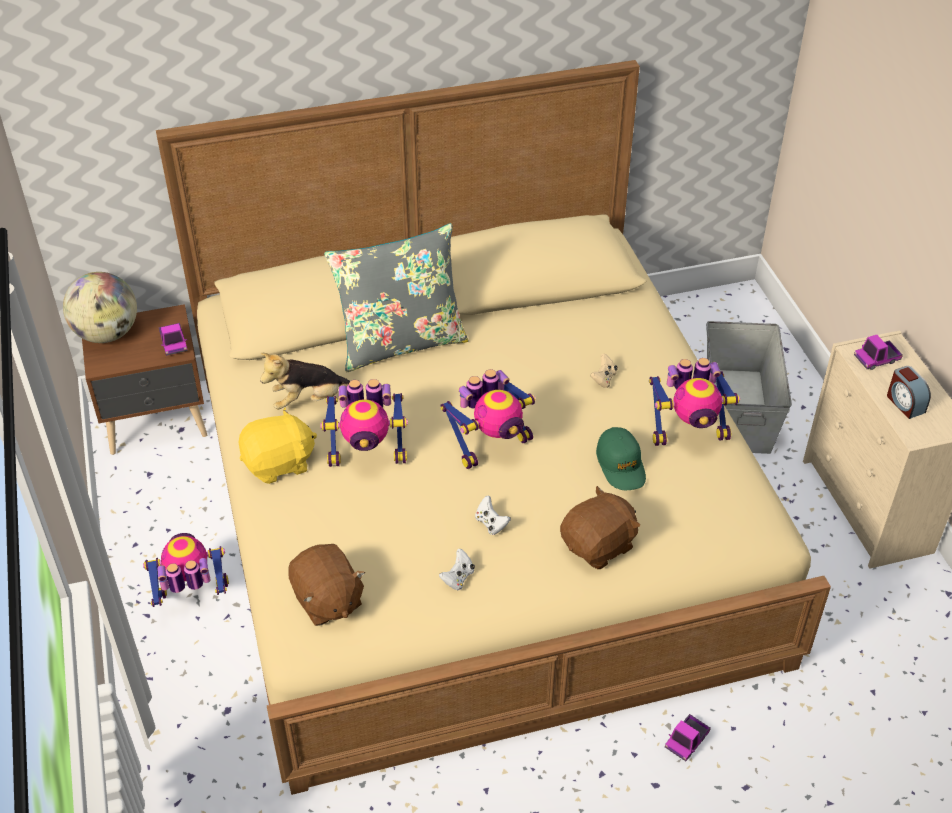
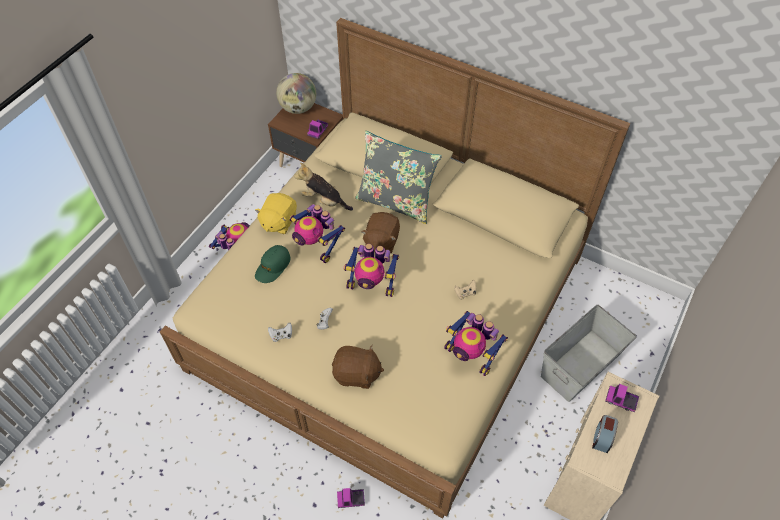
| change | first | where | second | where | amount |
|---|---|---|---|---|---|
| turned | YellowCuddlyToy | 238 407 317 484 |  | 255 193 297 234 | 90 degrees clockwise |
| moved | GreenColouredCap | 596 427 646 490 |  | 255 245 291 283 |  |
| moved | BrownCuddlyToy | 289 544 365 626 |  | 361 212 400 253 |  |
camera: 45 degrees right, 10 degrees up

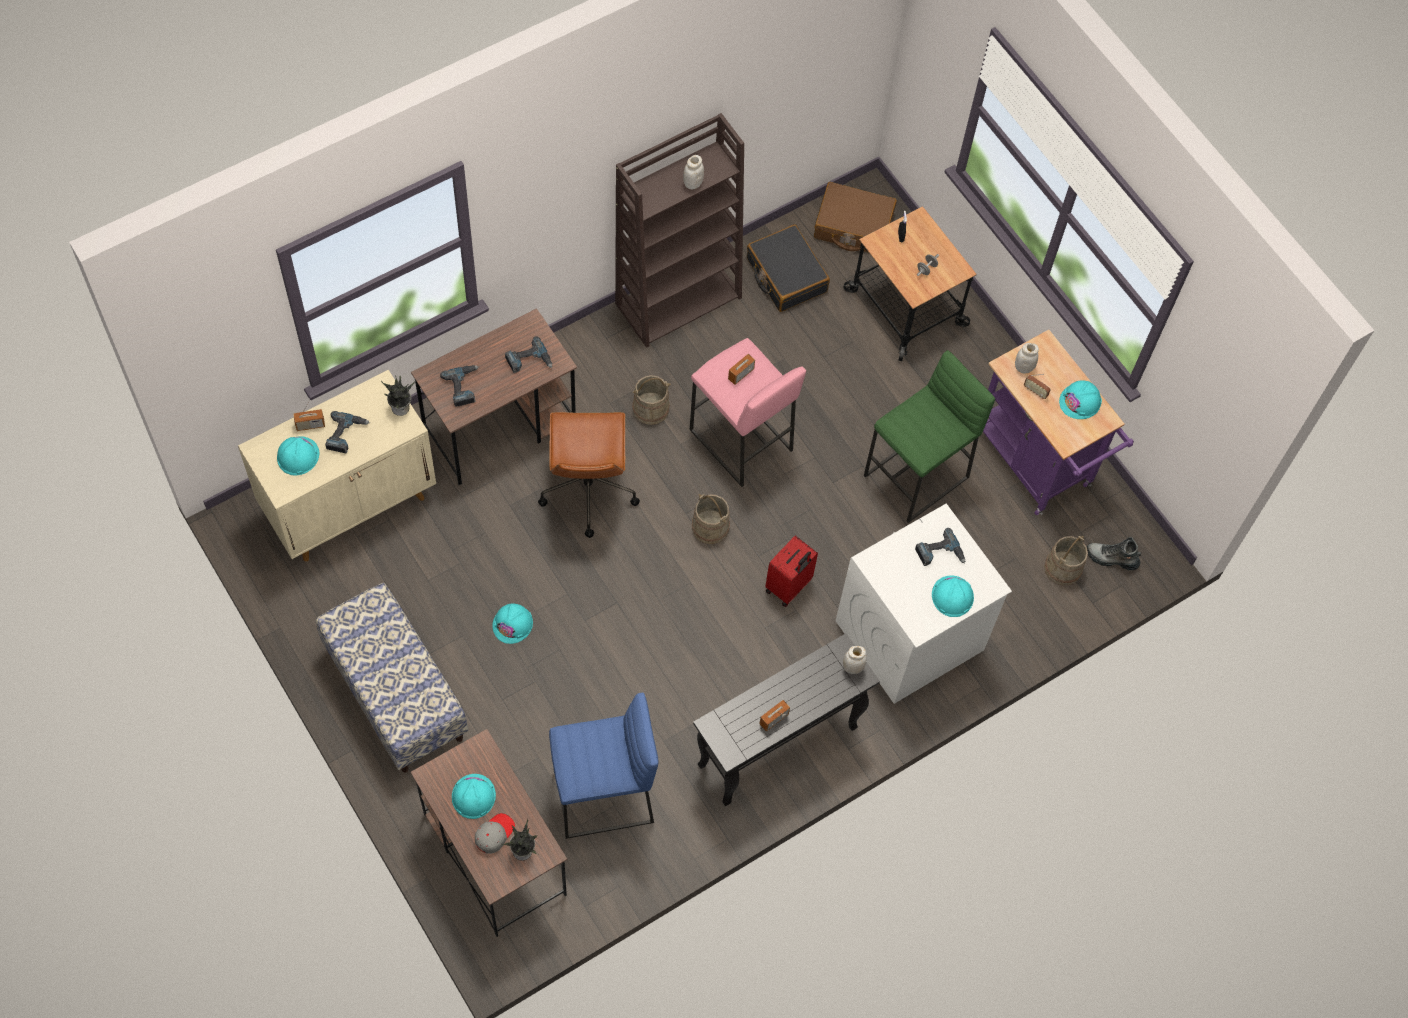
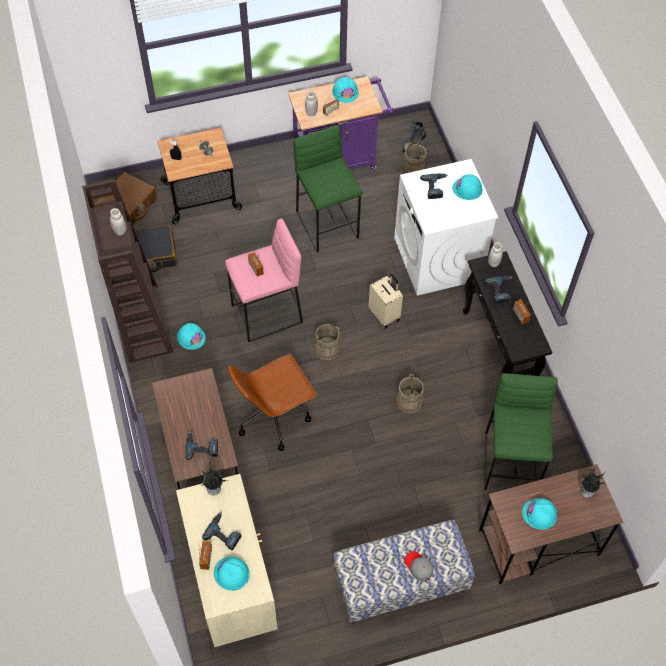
| change | first | where | second | where | amount |
|---|---|---|---|---|---|
| moved | TurquoiseSafetyHelmet | 492 604 533 644 |  | 177 323 206 350 |  |
| turned | BrownDeskChair | 538 412 640 538 |  | 228 354 317 451 | 135 degrees clockwise |
| recoloured | ReddishTravelCase | 765 536 818 607 | SandColouredTravelCase | 369 274 403 329 |  |
| moved | SandColouredPail | 632 375 671 425 |  | 396 373 424 413 |  |
| moved | GreyishCap | 475 813 515 854 |  | 404 551 433 581 |  |
| moved | ElectricDrill | 505 336 552 373 |  | 484 276 512 304 |  |
| recoloured | BluishStoolSeat | 549 693 659 839 | GreenColouredStoolSeat | 484 373 558 490 |  |
camera: 70 degrees left, 5 degrees down

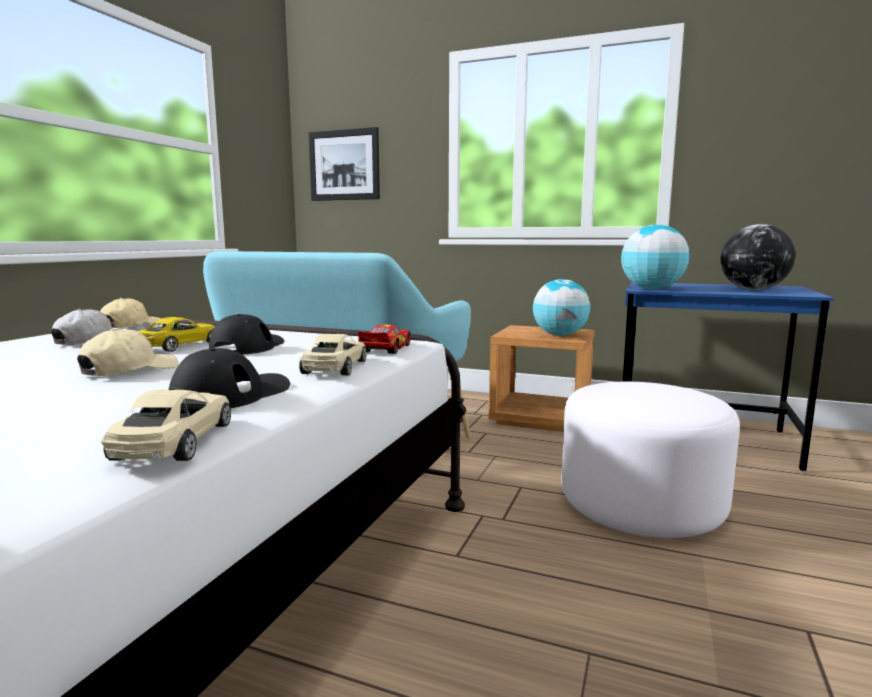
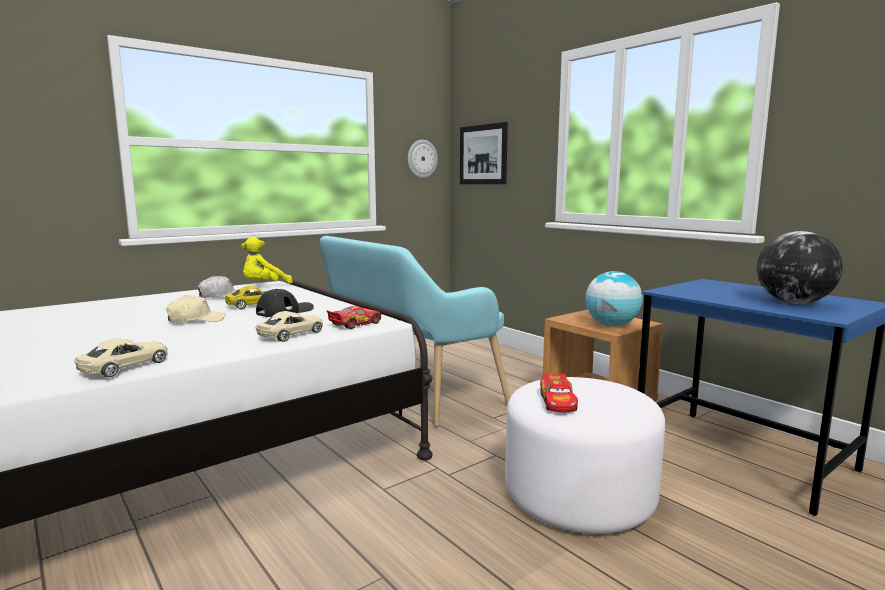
| change | first | where | second | where | amount |
|---|---|---|---|---|---|
| replaced | SandColouredCap | 100 298 162 328 | YellowCuddlyToy | 241 237 293 284 |  |
| added |  |  | ClockOnTheWall | 408 140 438 178 |  |
| added |  |  | ToyCar | 540 373 578 412 |  |
| removed | BlackColouredCap | 168 348 290 408 |  |  |  |
| removed | WorldGlobe | 621 224 689 289 |  |  |  |
camera: 30 degrees right, 0 degrees up

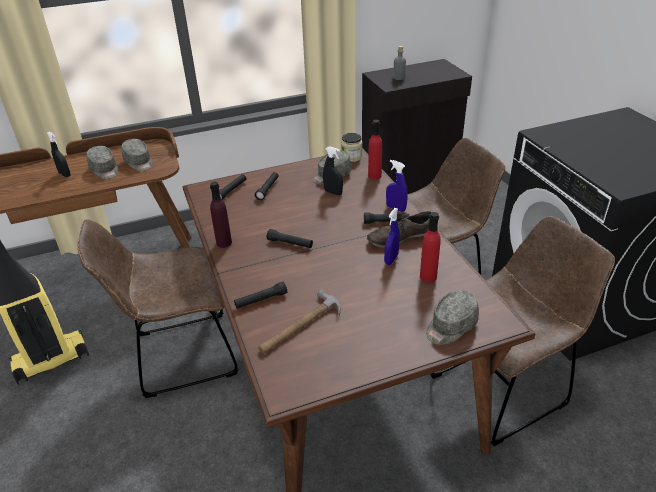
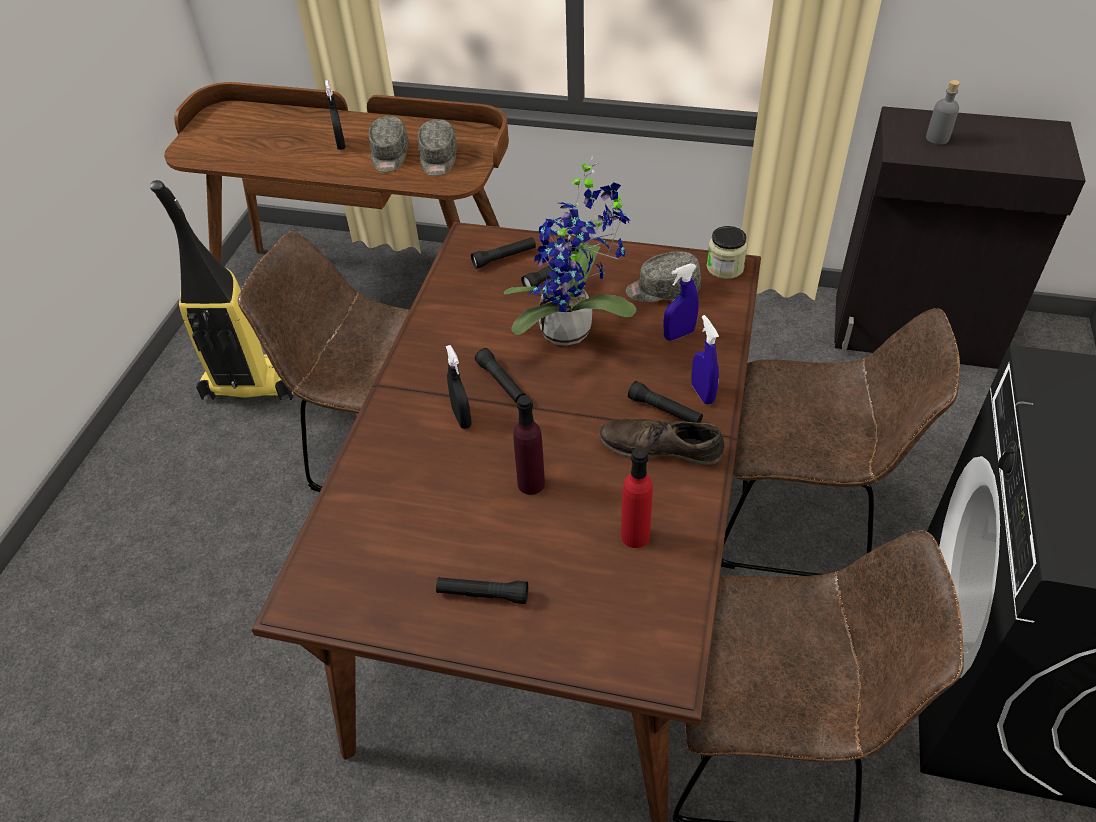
| change | first | where | second | where | amount |
|---|---|---|---|---|---|
| moved | BlackColouredTorch | 234 282 287 309 |  | 436 577 528 604 |  |
| moved | BlackColouredSprayer | 323 146 343 195 |  | 446 345 472 429 |  |
| added |  |  | PlantInAPot | 503 156 636 346 |  |
| moved | PurpleColouredDrinkBottle | 210 182 232 248 |  | 513 395 545 495 |  |
| moved | BluishSprayer | 384 208 400 265 |  | 663 263 699 341 |  |
| removed | HandHammer | 258 290 340 354 |  |  |  |
| removed | ReddishDrinkBottle | 368 120 382 180 |  |  |  |
| removed | GreyishCap | 426 290 479 345 |  |  |  |
camera: 35 degrees right, 10 degrees up

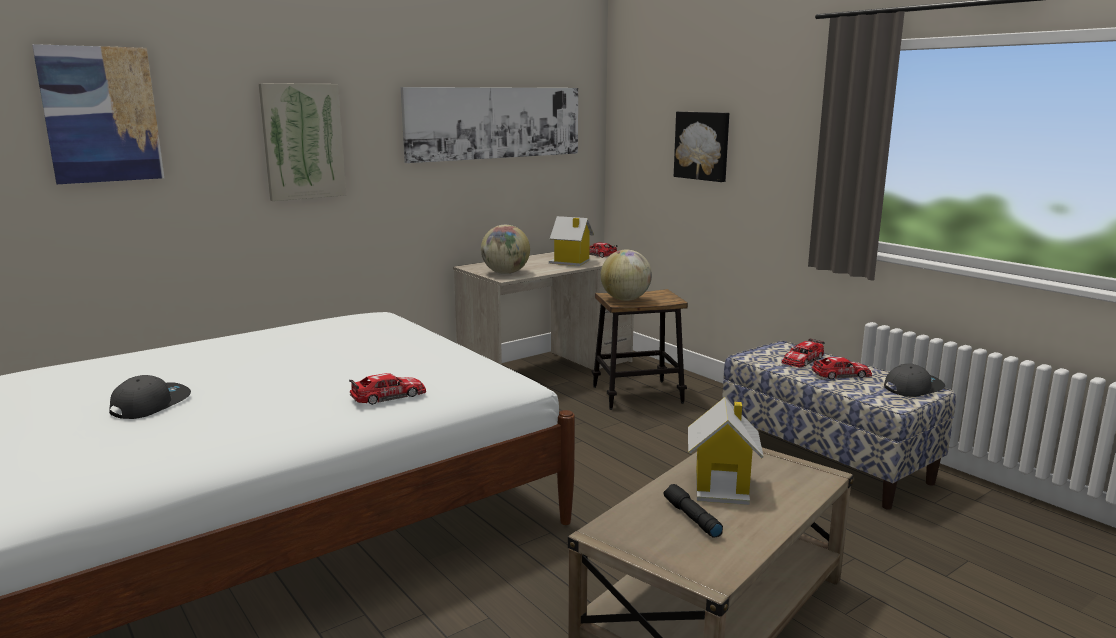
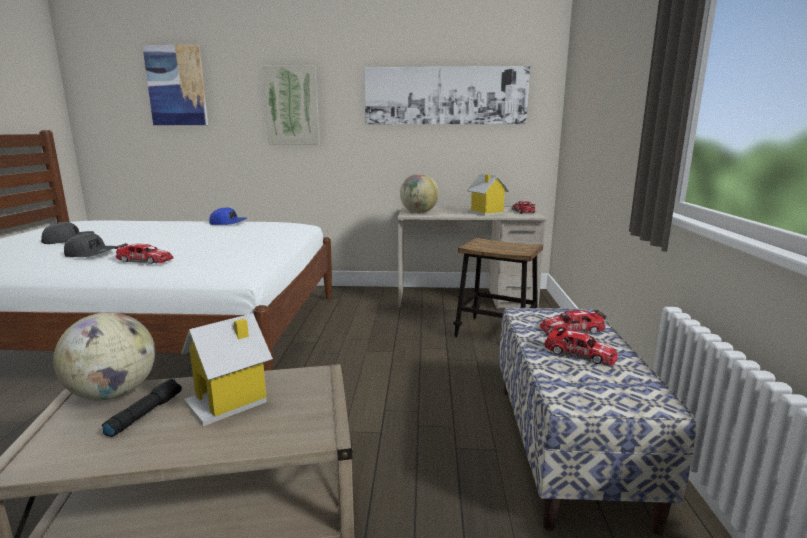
| change | first | where | second | where | amount |
|---|---|---|---|---|---|
| moved | WorldGlobe | 600 249 652 301 |  | 53 312 155 401 |  |
| moved | GreyishCap | 884 364 945 397 |  | 64 233 115 257 |  |
| added |  |  | BluishCap | 209 208 247 225 |  |
| removed | WallPicture | 674 112 729 182 |  |  |  |
camera: 40 degrees right, 0 degrees up

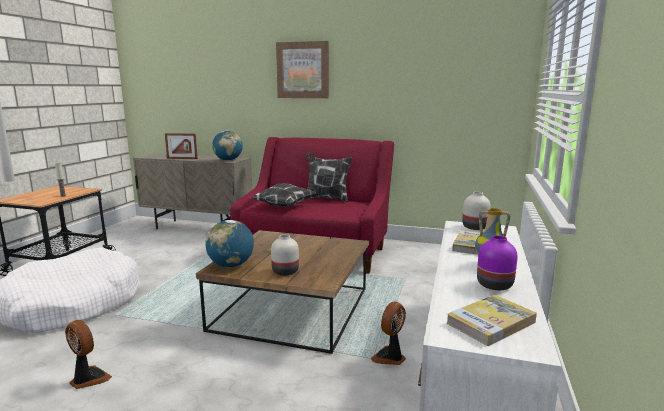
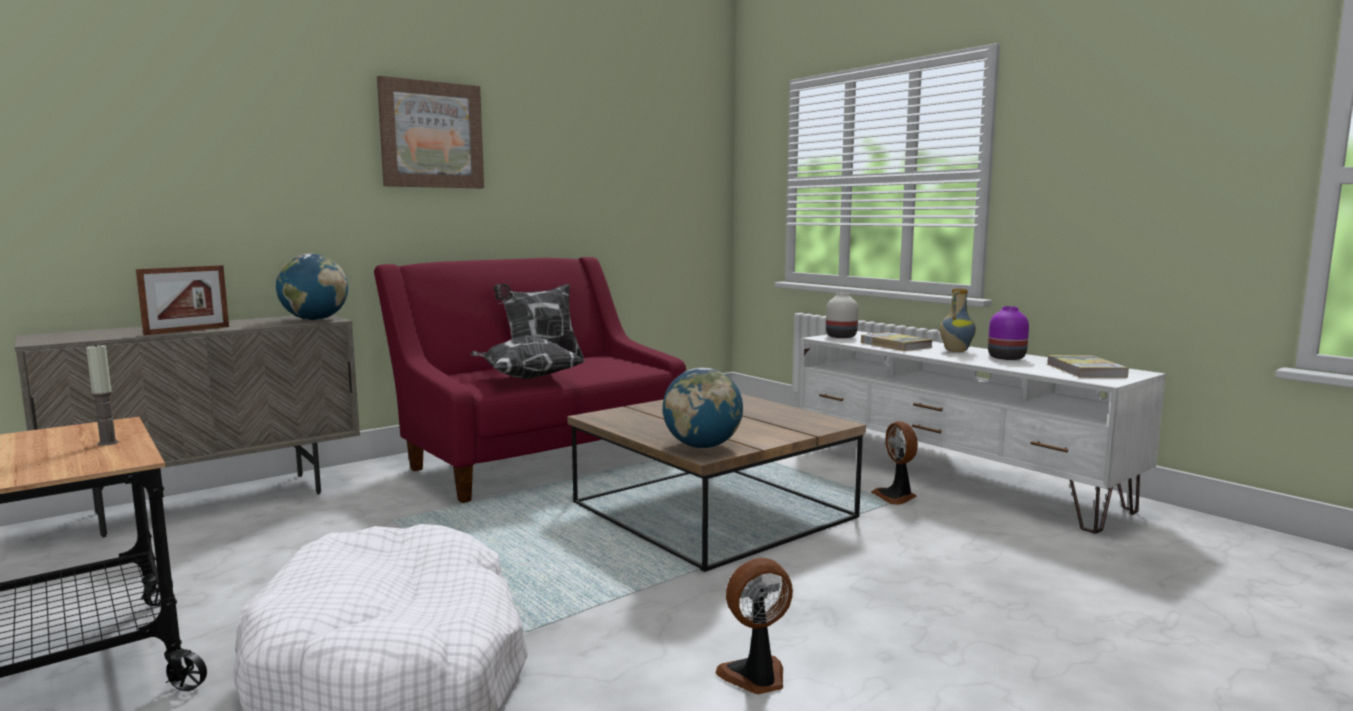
| change | first | where | second | where | amount |
|---|---|---|---|---|---|
| removed | WhiteColouredDecorativeVase | 271 234 299 276 |  |  |  |
camera: 55 degrees left, 5 degrees down

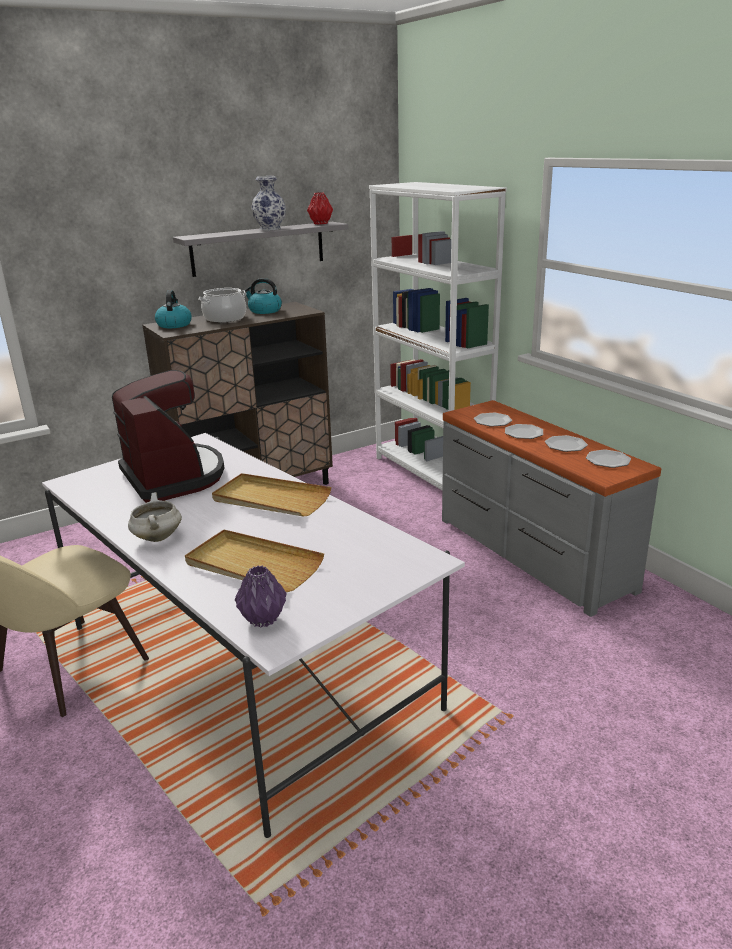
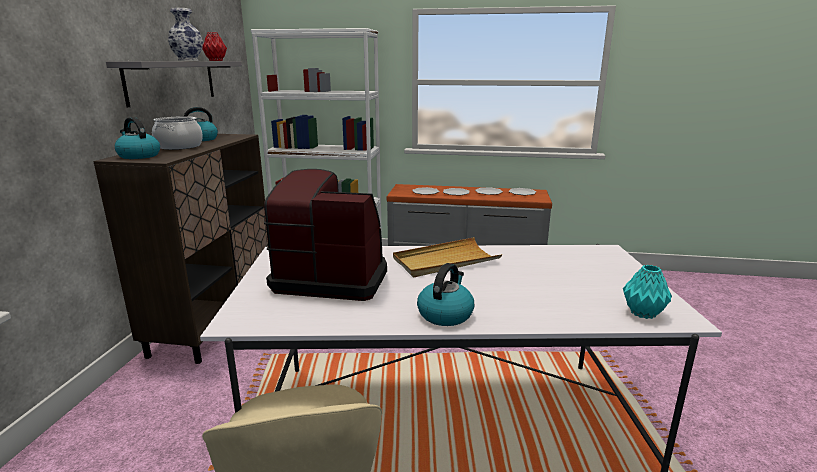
| change | first | where | second | where | amount |
|---|---|---|---|---|---|
| replaced | WhiteColouredStockpot | 128 492 182 542 | WaterKettle | 417 263 474 326 |  |
| recoloured | PurpleColouredDecorativeVase | 235 565 287 628 | TurquoiseDecorativeVase | 623 265 672 319 |  |
| removed | SandColouredCarryingTray | 185 529 324 592 |  |  |  |
camera: 50 degrees left, 5 degrees down

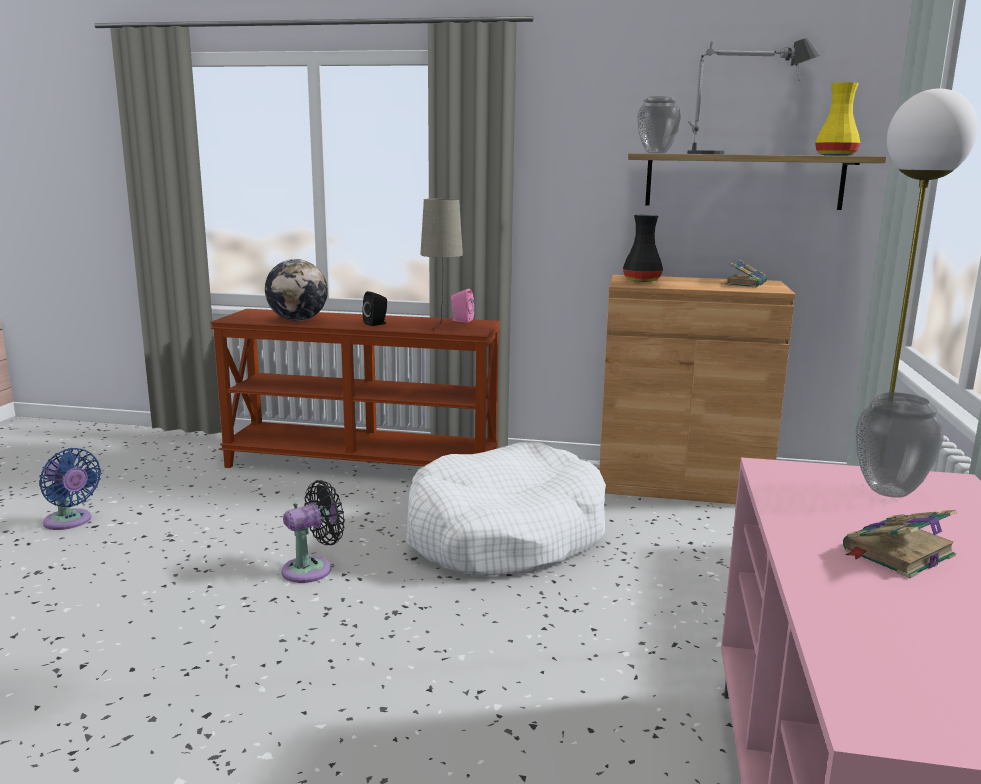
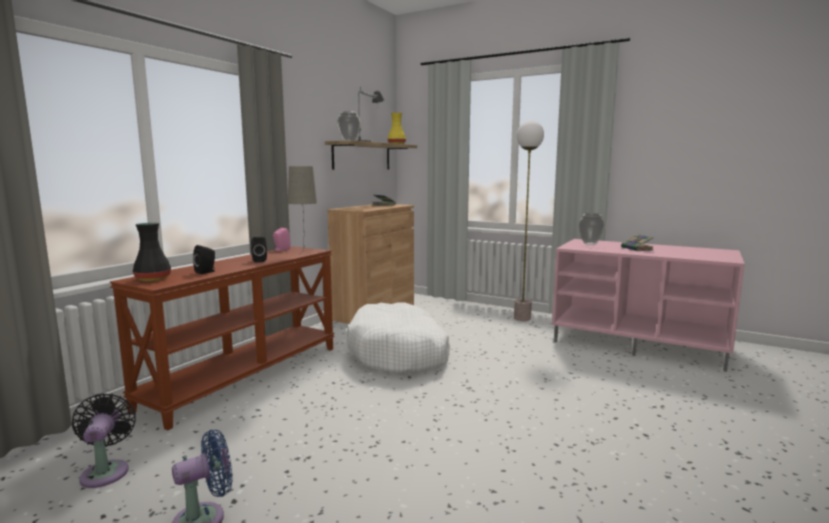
| change | first | where | second | where | amount |
|---|---|---|---|---|---|
| moved | BlackColouredFan | 281 480 345 583 |  | 72 394 136 488 |  |
| moved | BlackColouredDecorativeVase | 623 215 663 282 |  | 133 223 171 281 |  |
| replaced | WorldGlobe | 265 259 328 321 | BlackColouredSpeaker | 193 245 215 274 |  |
camera: 70 degrees left, 5 degrees down

